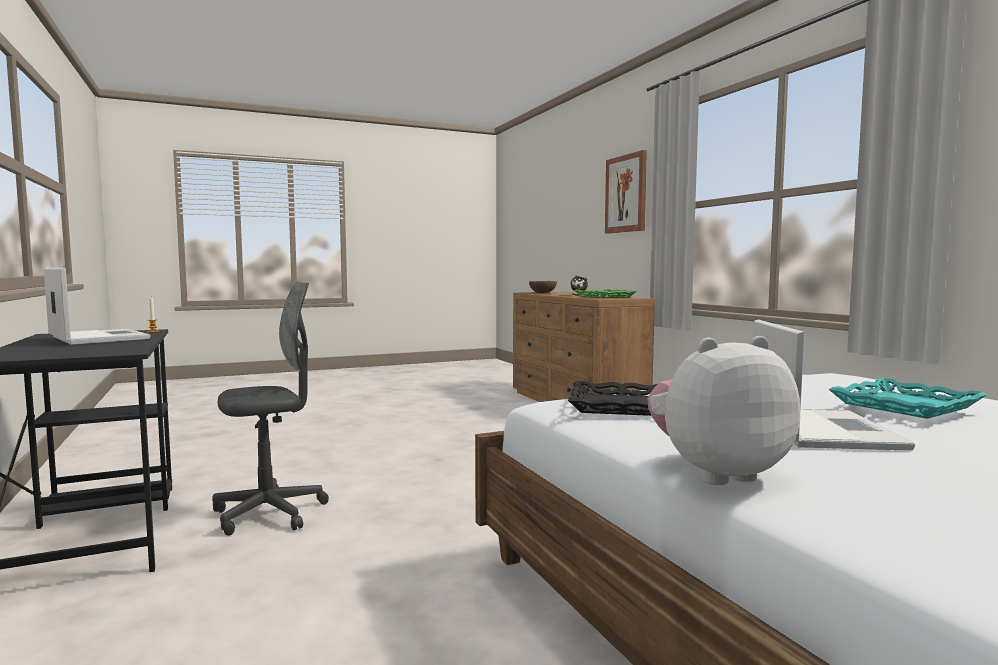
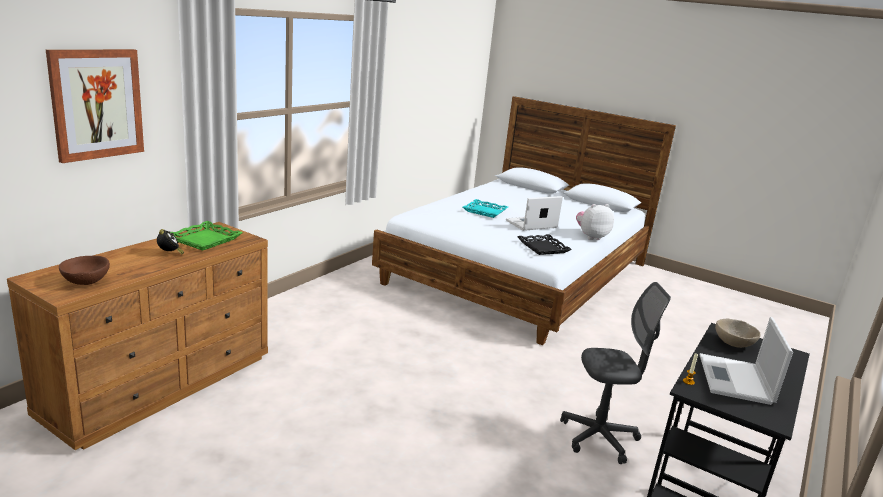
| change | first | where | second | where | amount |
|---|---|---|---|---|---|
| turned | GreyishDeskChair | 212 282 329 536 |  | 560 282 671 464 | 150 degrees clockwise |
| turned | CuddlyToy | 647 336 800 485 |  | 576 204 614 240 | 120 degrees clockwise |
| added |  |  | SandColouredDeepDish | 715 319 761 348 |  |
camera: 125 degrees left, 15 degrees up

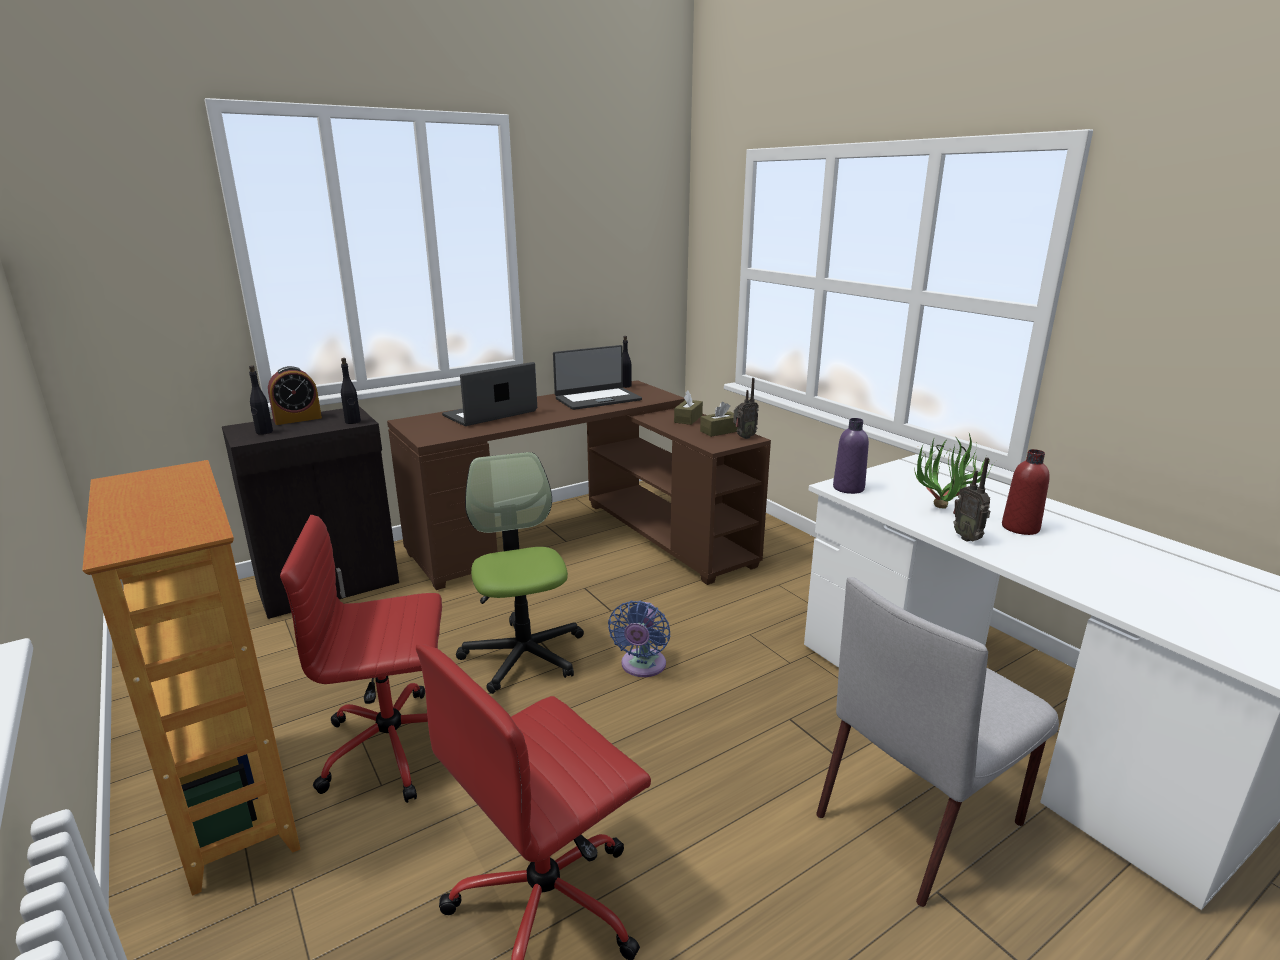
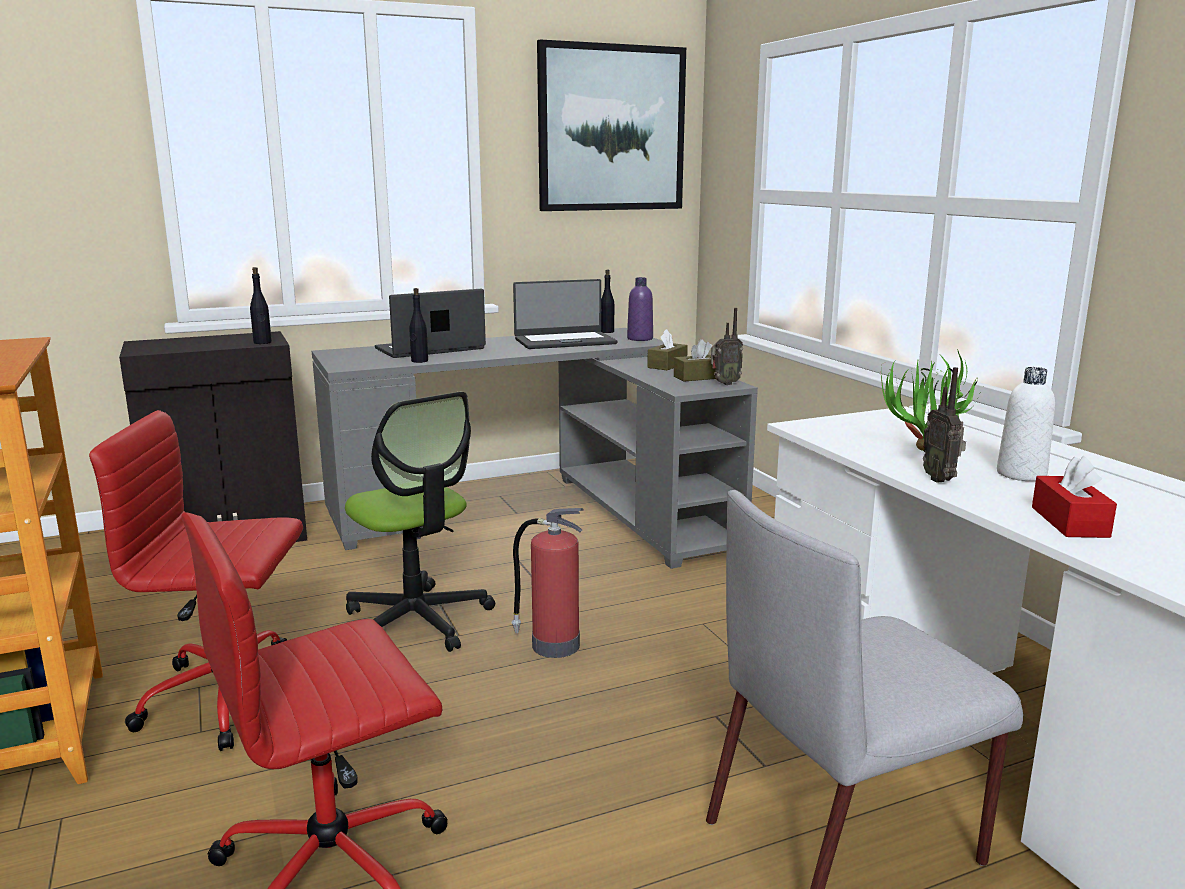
| change | first | where | second | where | amount |
|---|---|---|---|---|---|
| recoloured | BrownDeskTable | 387 380 771 590 | GreyishDeskTable | 312 328 758 569 |  |
| turned | DeskChair | 456 452 584 694 |  | 345 392 495 652 | 150 degrees clockwise |
| moved | BlackColouredDrinkBottle | 249 366 273 435 |  | 409 288 428 363 |  |
| replaced | BluishFan | 608 600 670 677 | Extinguisher | 511 508 584 658 |  |
| added |  |  | WallPicture | 537 39 686 211 |  |
| moved | PurpleColouredDrinkBottle | 833 418 869 494 |  | 627 277 653 341 |  |
| recoloured | ReddishDrinkBottle | 1002 449 1050 535 | WhiteColouredDrinkBottle | 997 367 1055 481 |  |
| added |  |  | ReddishBoxOfTissues | 1032 456 1117 538 |  |
| removed | TableClock | 268 366 322 425 |  |  |  |
camera: 10 degrees right, 5 degrees down

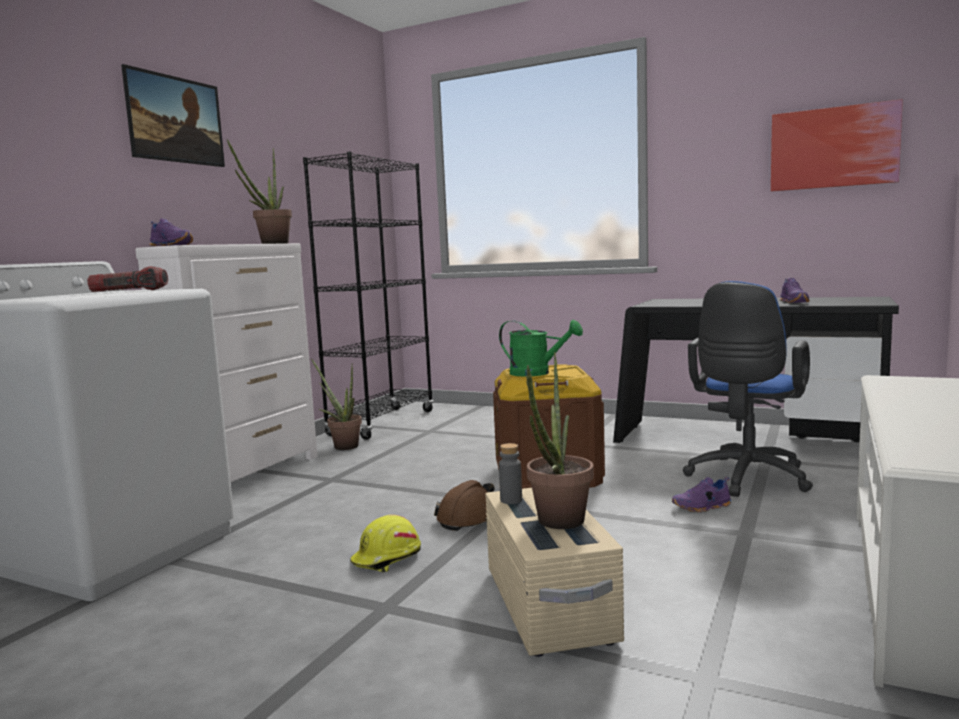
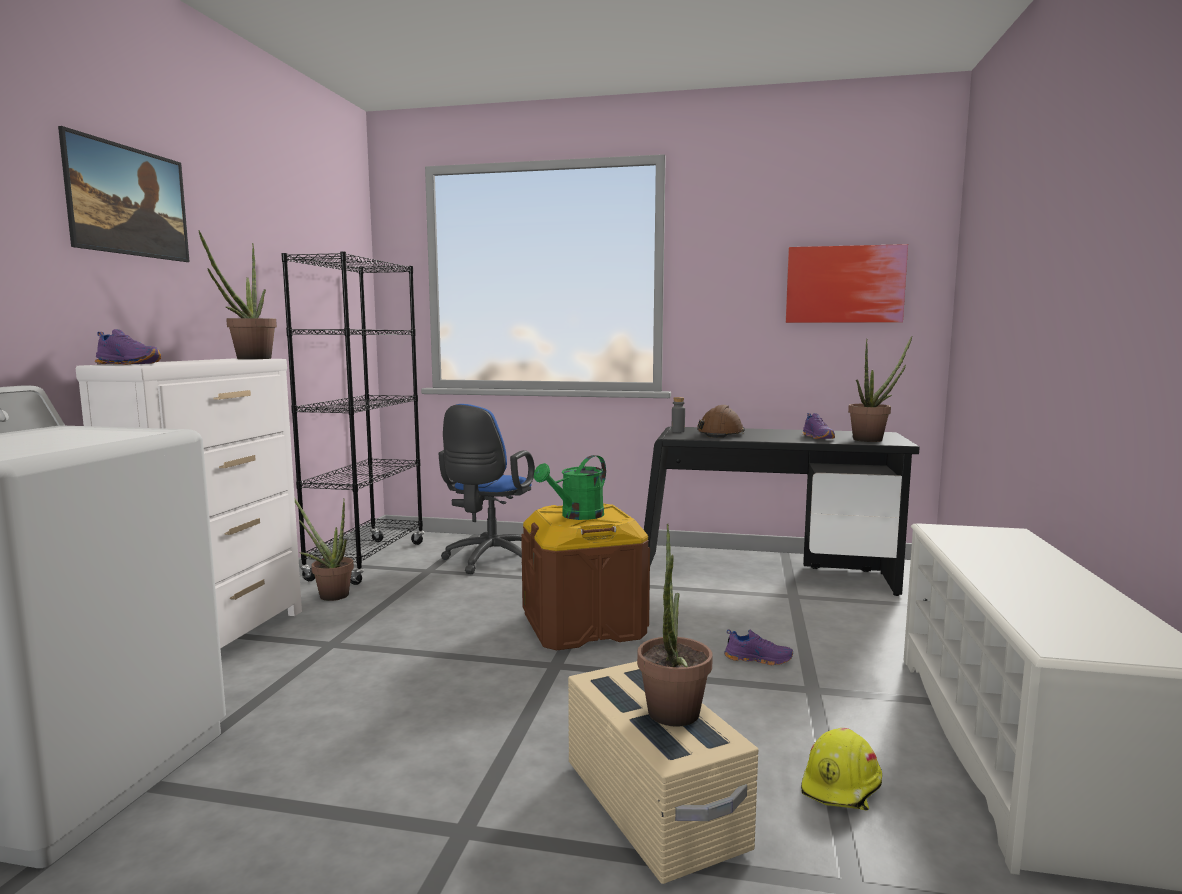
| change | first | where | second | where | amount |
|---|---|---|---|---|---|
| moved | BluishDeskChair | 683 281 813 497 |  | 438 404 535 574 |  |
| turned | GreenColouredWateringCan | 499 320 583 377 |  | 534 455 606 520 | 120 degrees clockwise |
| moved | GreyishDrinkBottle | 499 443 522 504 |  | 672 397 685 432 |  |
| moved | BrownSafetyHelmet | 434 480 495 531 |  | 697 405 745 438 |  |
| turned | PurpleColouredShoe | 672 477 731 513 |  | 724 629 793 665 | 135 degrees counterclockwise |
| moved | YellowSafetyHelmet | 350 514 421 572 |  | 801 728 882 811 |  |
| added |  |  | PlantInAPot | 848 336 912 442 |  |
| removed | Torch | 87 266 168 292 |  |  |  |
camera: 15 degrees left, 0 degrees up

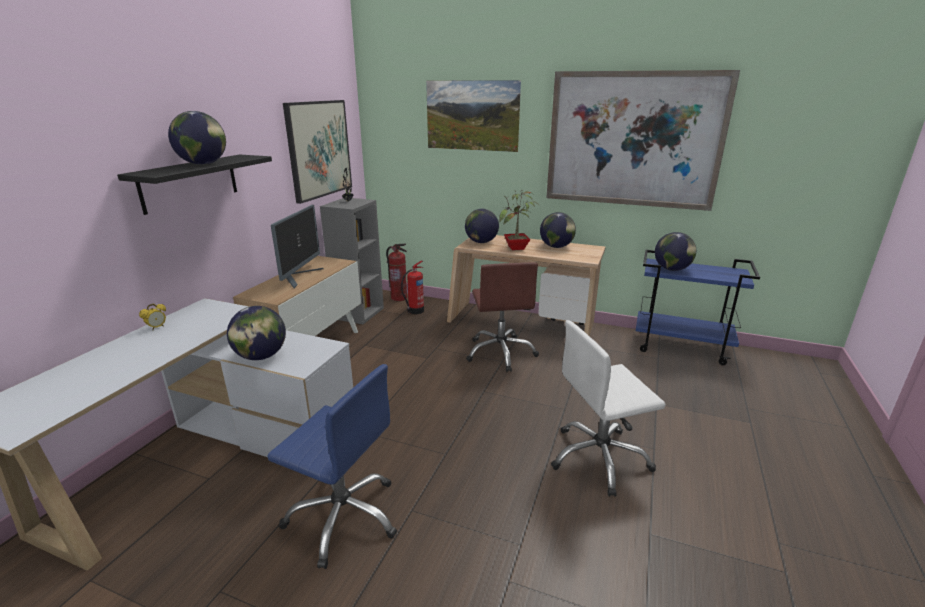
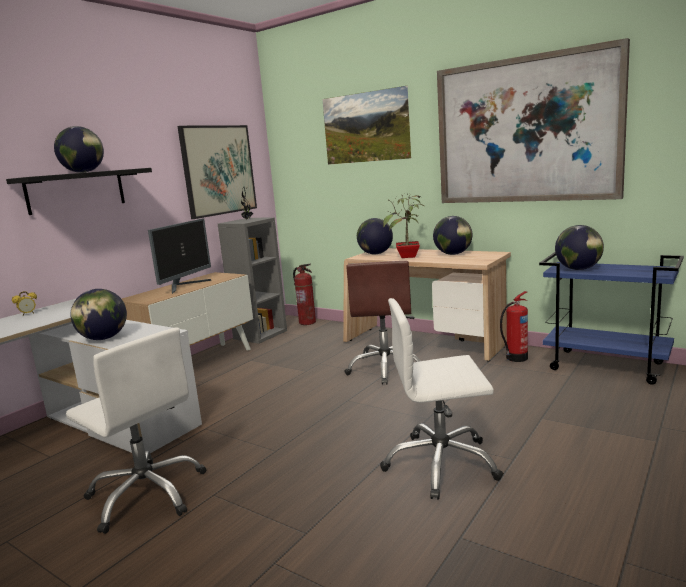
| change | first | where | second | where | amount |
|---|---|---|---|---|---|
| recoloured | BluishDeskChair | 267 364 397 569 | WhiteColouredDeskChair | 66 327 206 534 |  |
| moved | Extinguisher | 401 261 424 314 |  | 500 291 528 362 |  |
camera: 15 degrees right, 10 degrees down

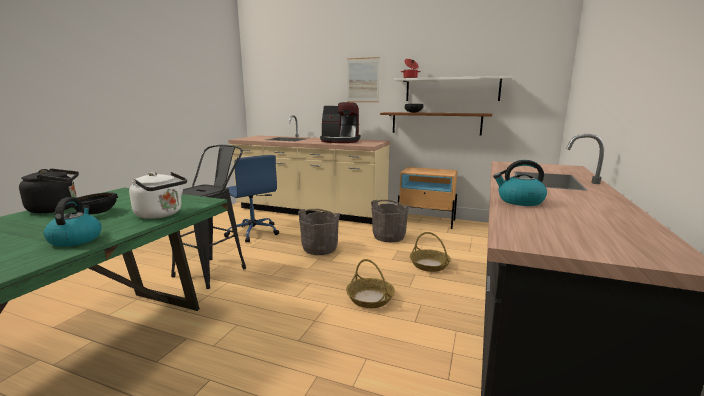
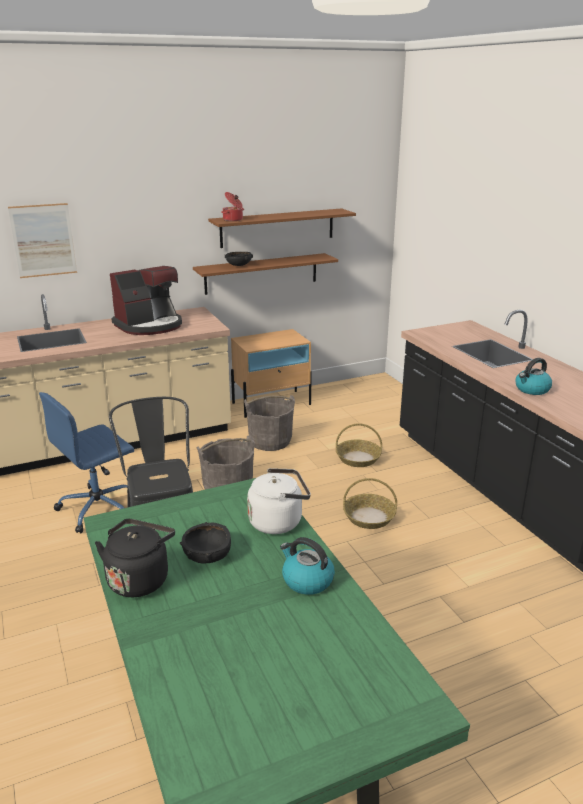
| change | first | where | second | where | amount |
|---|---|---|---|---|---|
| moved | WallPicture | 347 57 380 102 |  | 8 203 77 278 |  |
| turned | BluishDeskChair | 224 155 279 243 |  | 39 392 134 533 | 135 degrees clockwise |
| recoloured | WhiteColouredShelf | 394 76 513 101 | BrownShelf | 208 208 356 248 |  |
camera: 45 degrees left, 10 degrees up

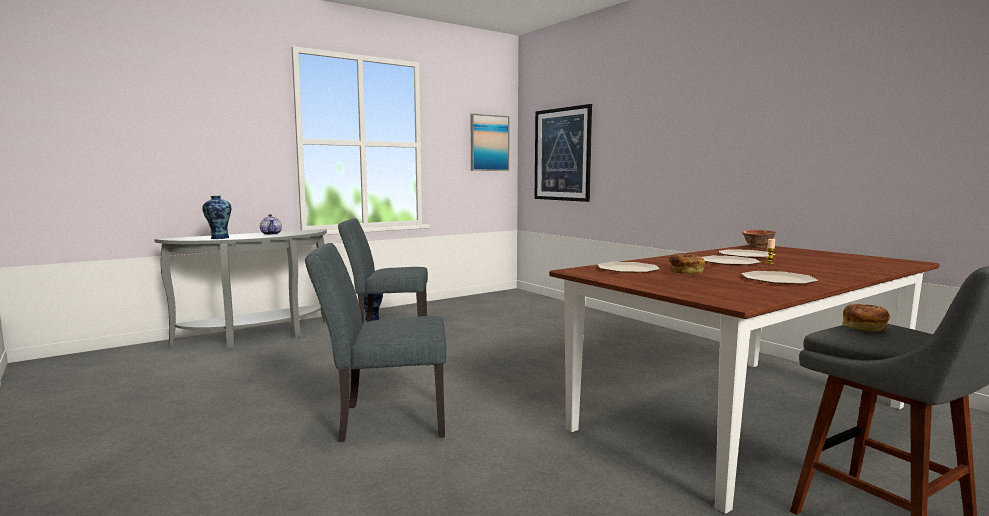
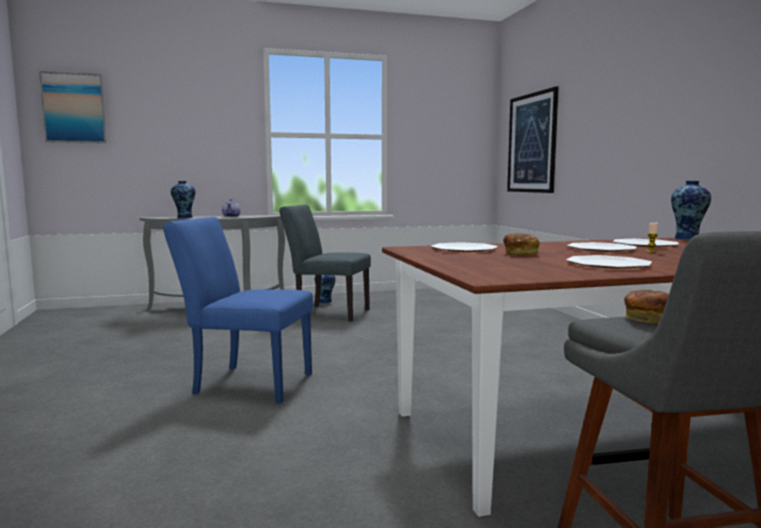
| change | first | where | second | where | amount |
|---|---|---|---|---|---|
| moved | WallPicture | 471 113 510 171 |  | 39 71 107 143 |  |
| recoloured | GreyishUprightChair | 305 243 446 442 | BluishUprightChair | 163 217 313 403 |  |
| replaced | DeepDish | 742 230 776 248 | DecorativeVase | 671 180 711 240 |  |
camera: 20 degrees right, 0 degrees up

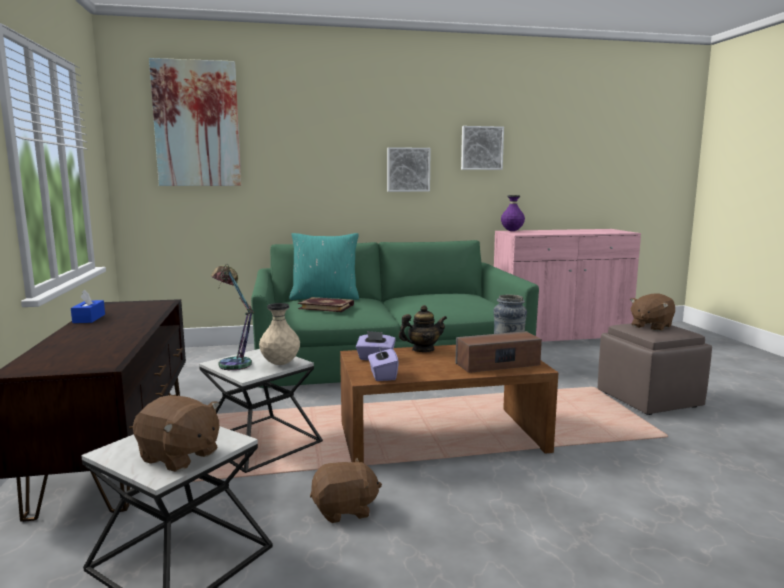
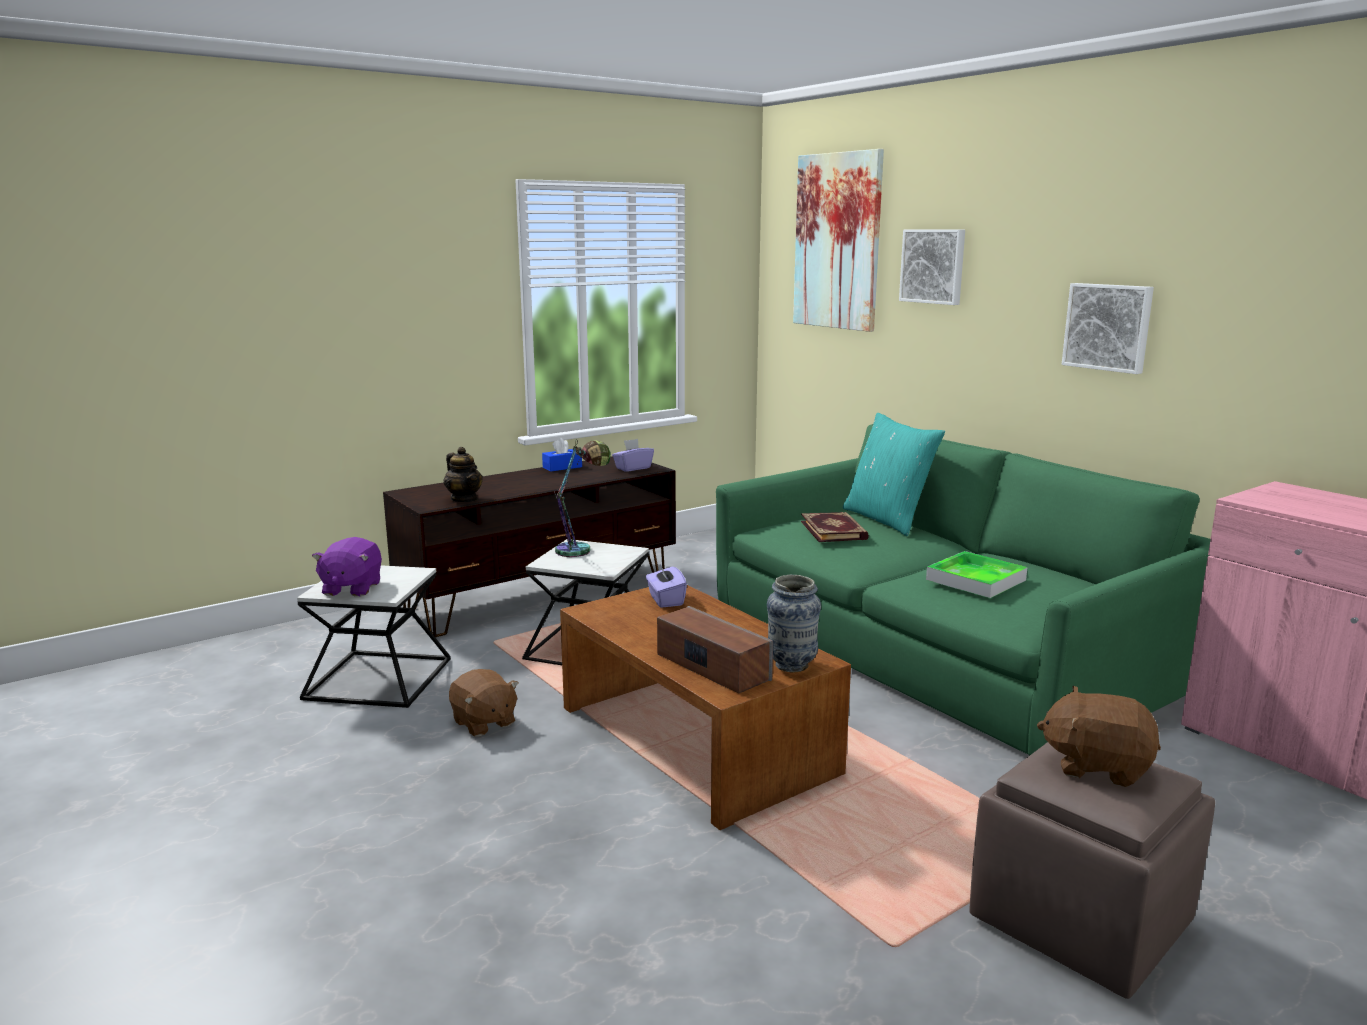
| change | first | where | second | where | amount |
|---|---|---|---|---|---|
| recoloured | BrownCuddlyToy | 133 395 220 472 | PurpleColouredCuddlyToy | 312 537 382 597 |  |
| moved | TeaPot | 399 305 447 352 |  | 444 447 483 502 |  |
| moved | PurpleColouredBoxOfTissues | 368 345 399 381 |  | 612 439 654 472 |  |
| moved | WallPicture | 461 126 504 170 |  | 899 229 965 305 |  |
| added |  |  | CarryingTray | 926 551 1027 598 |  |
| removed | SandColouredDecorativeVase | 259 303 300 365 |  |  |  |
| removed | PurpleColouredDecorativeVase | 501 195 525 231 |  |  |  |
camera: 65 degrees right, 5 degrees up

